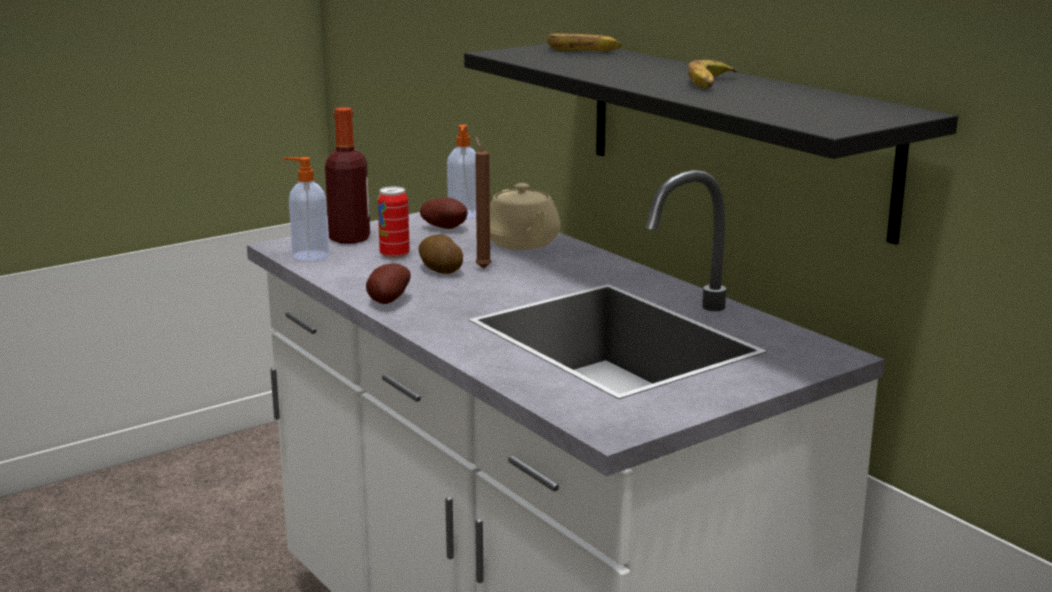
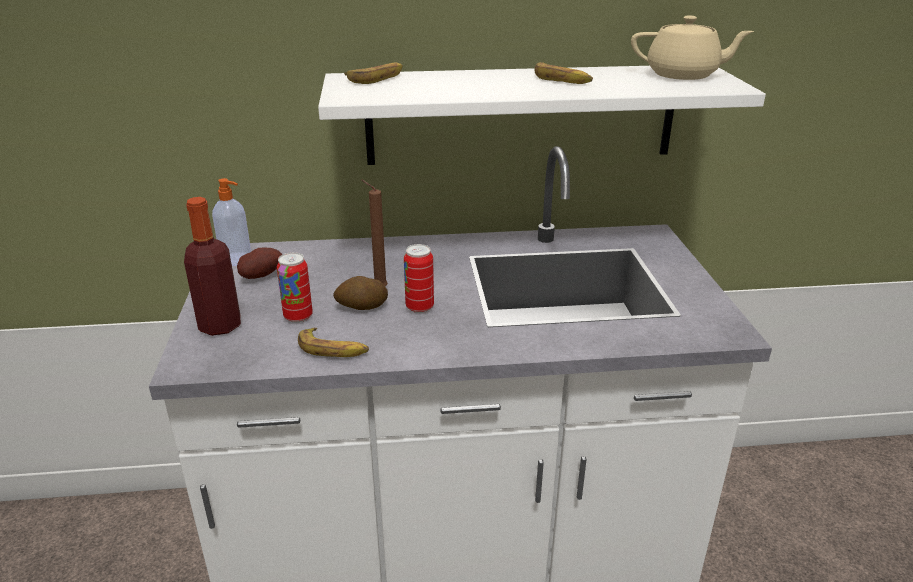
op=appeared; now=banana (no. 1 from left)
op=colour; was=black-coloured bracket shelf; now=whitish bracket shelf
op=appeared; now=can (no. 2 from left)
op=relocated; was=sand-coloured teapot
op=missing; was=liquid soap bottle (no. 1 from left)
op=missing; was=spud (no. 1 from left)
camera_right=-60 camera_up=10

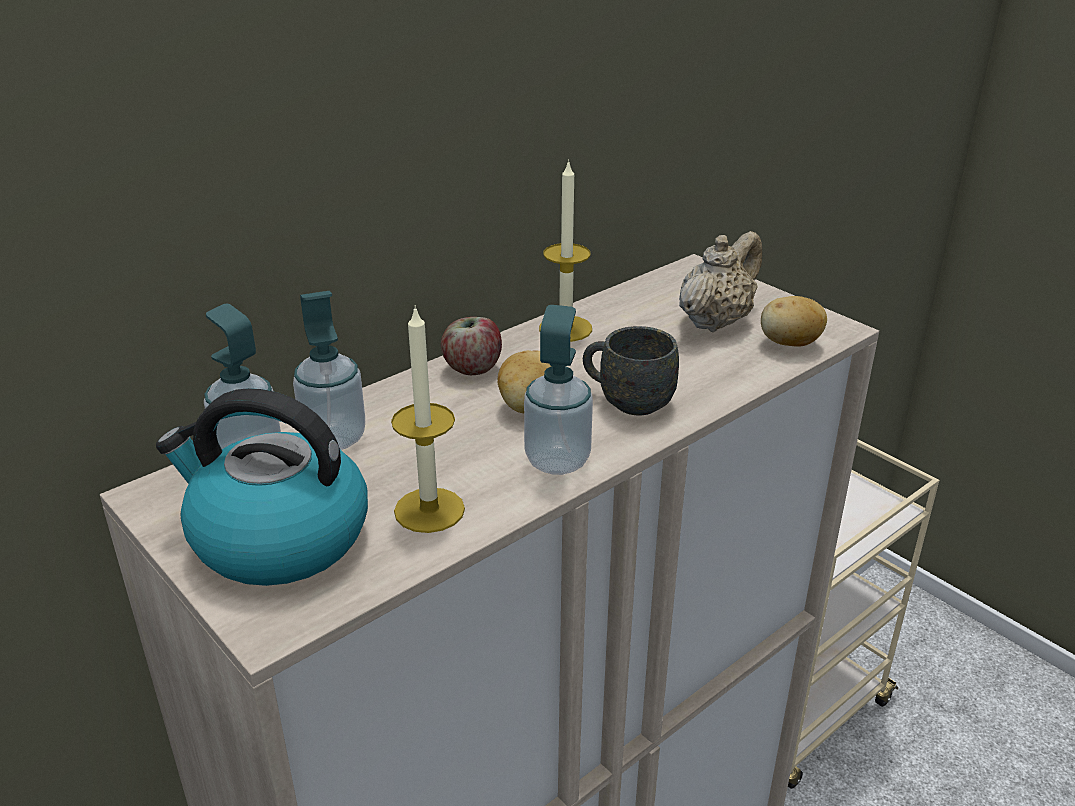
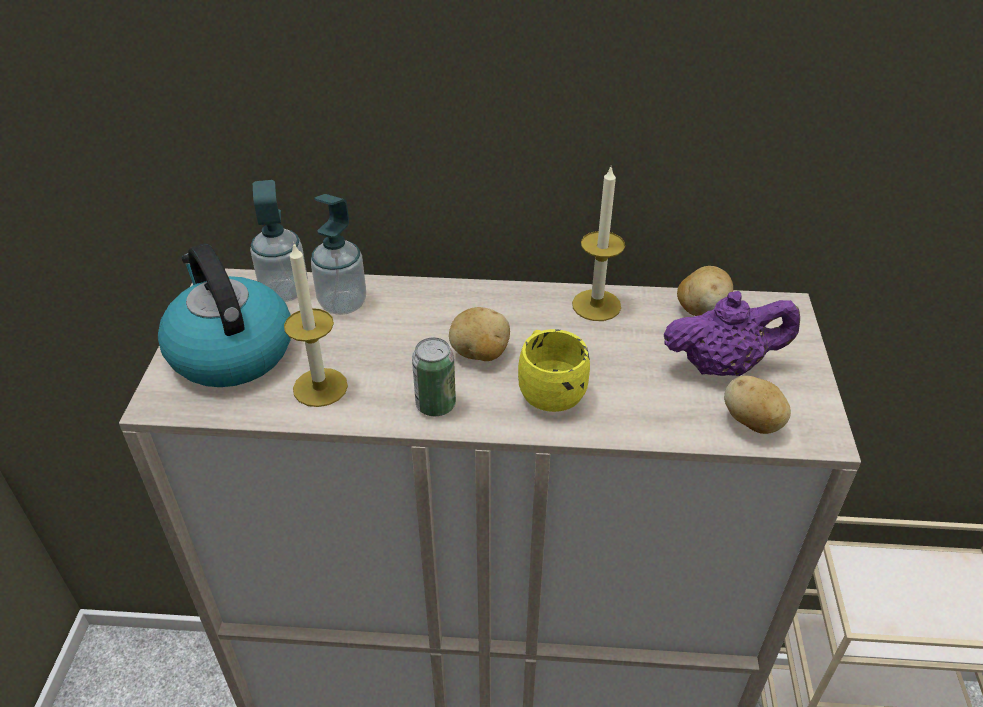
op=exchanged; was=liquid soap bottle (no. 3 from left); now=can
op=colour; was=gray tea mug; now=yellowish tea mug
op=colour; was=sand-coloured teapot; now=purple teapot
op=appeared; now=spud (no. 2 from left)
op=missing; was=apple
camera_right=45 camera_up=10

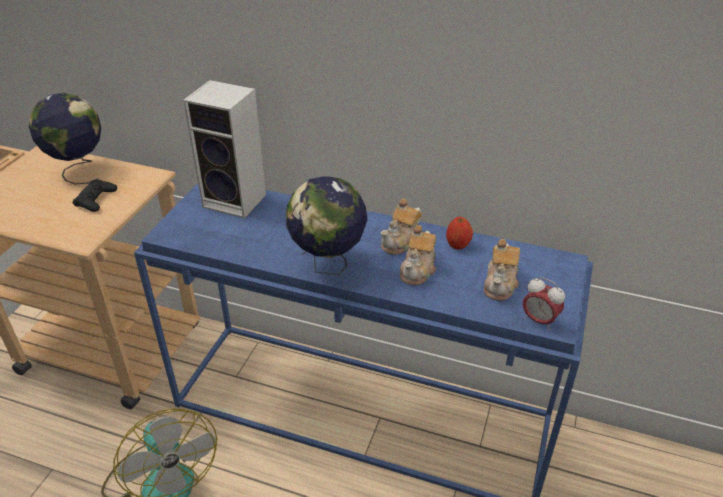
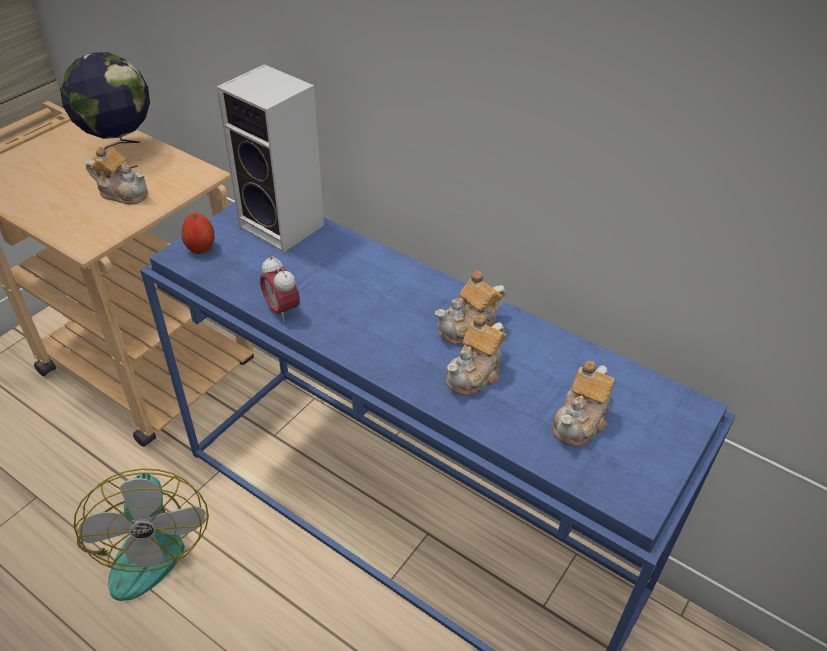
op=exchanged; was=black-coloured joypad; now=teapot (no. 1 from left)
op=relocated; was=apple
op=relocated; was=alarm clock
op=missing; was=desk globe (no. 2 from left)
camera_right=15 camera_up=5

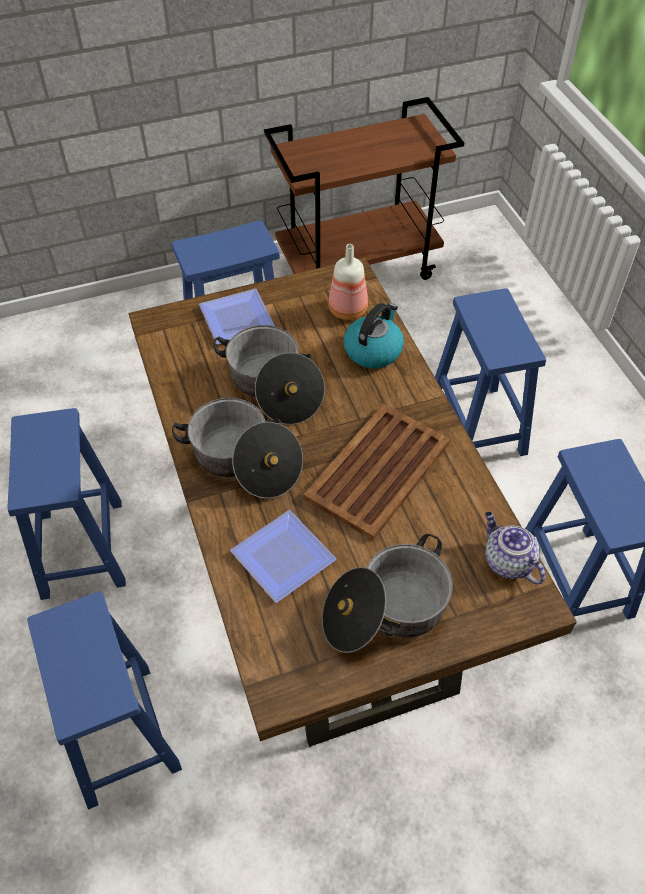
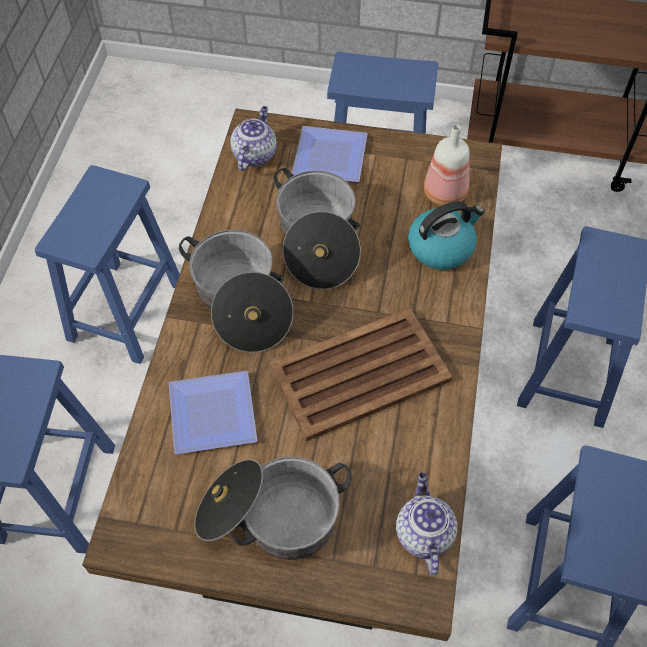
op=appeared; now=teapot (no. 1 from left)
camera_right=30 camera_up=5

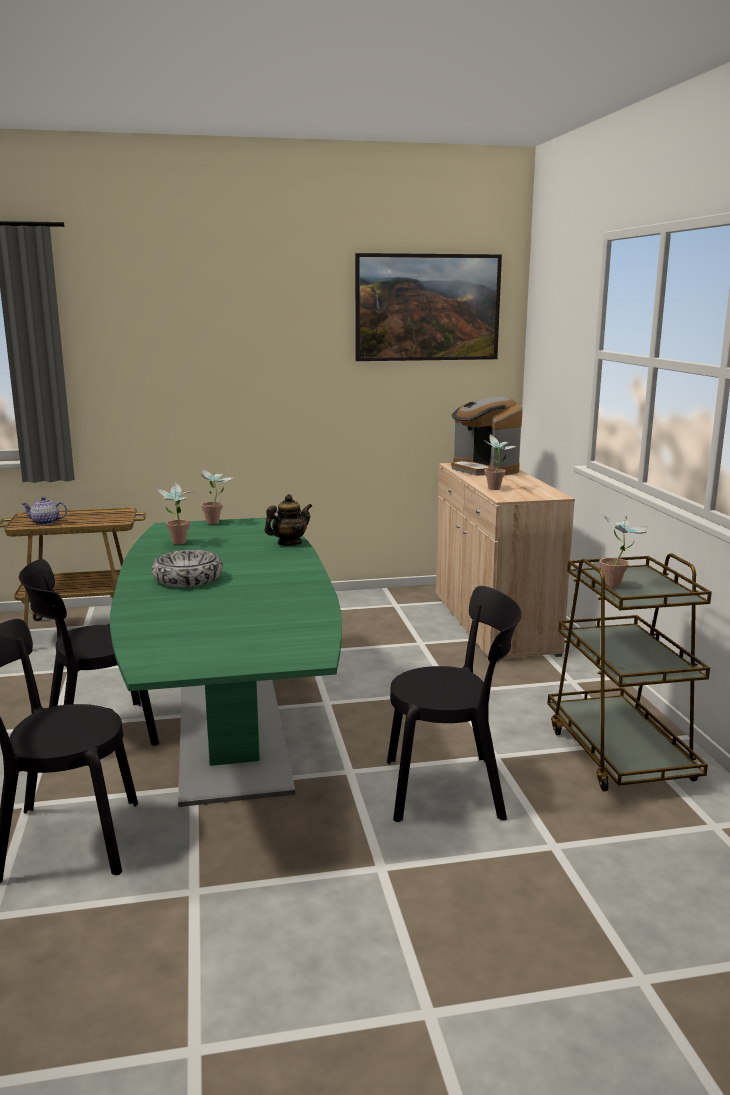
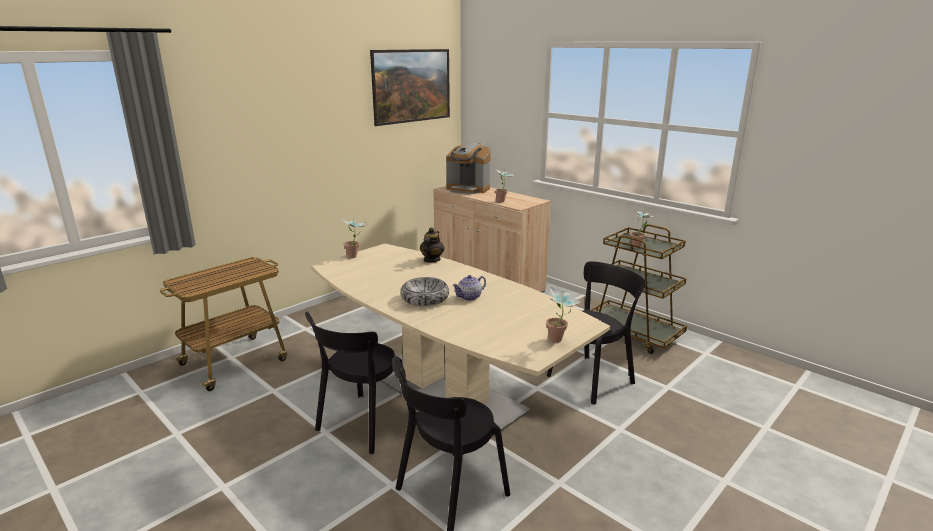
op=colour; was=green kitchen table; now=sand-coloured kitchen table
op=relocated; was=teapot (no. 1 from left in the first image); now=teapot (no. 2 from left)
op=relocated; was=potted plant (no. 1 from left in the first image); now=potted plant (no. 3 from left)
camera_right=-35 camera_up=5

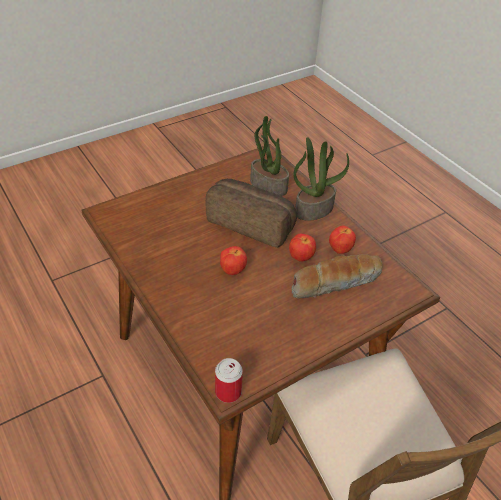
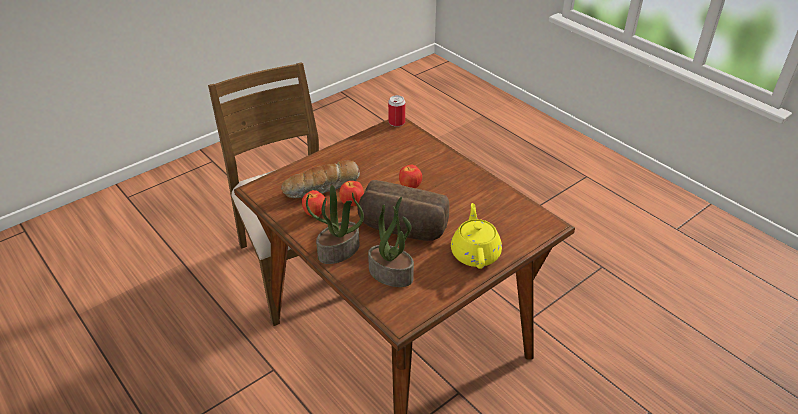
op=appeared; now=yellowish teapot
camera_right=175 camera_up=-5

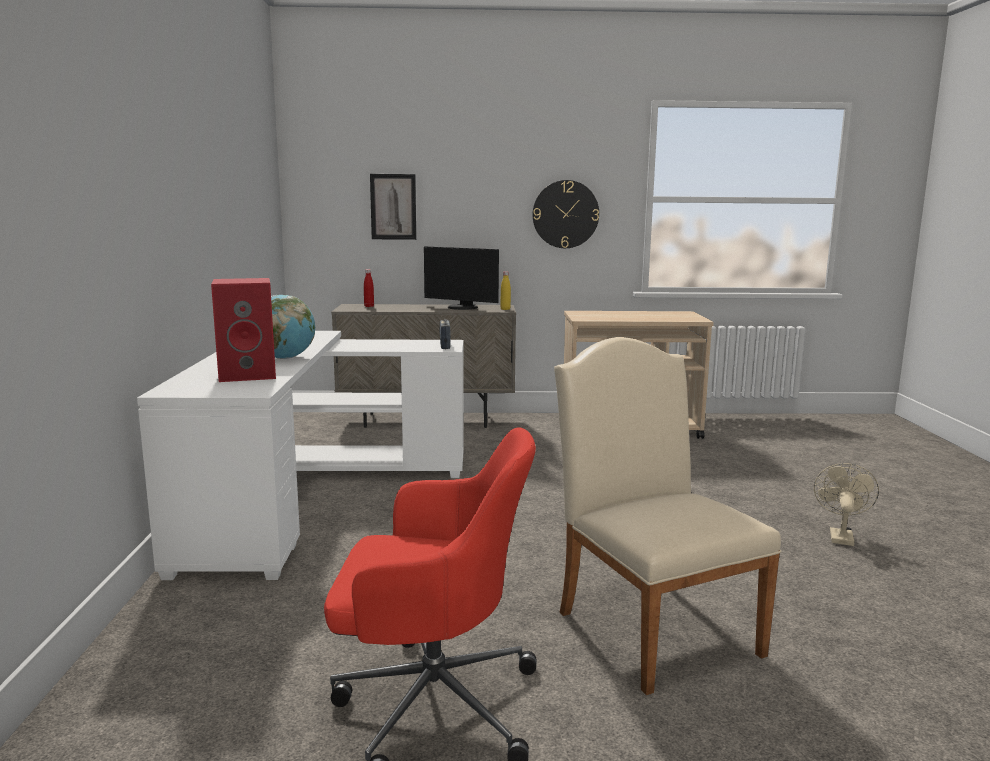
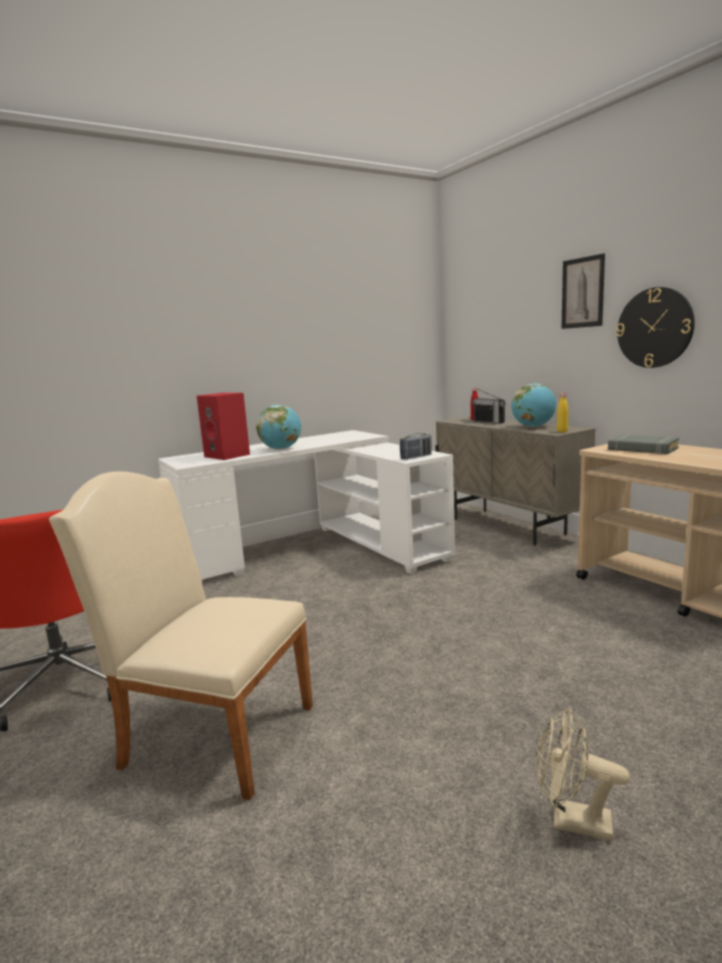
op=spun; was=sand-coloured plain chair; clockwise=-105
op=appeared; now=radio receiver (no. 2 from left)
op=exchanged; was=computer screen; now=desk globe (no. 2 from left)
op=spun; was=sand-coloured electric fan; clockwise=-150
op=relocated; was=wall art
op=appeared; now=gray bound book
camera_right=60 camera_up=0

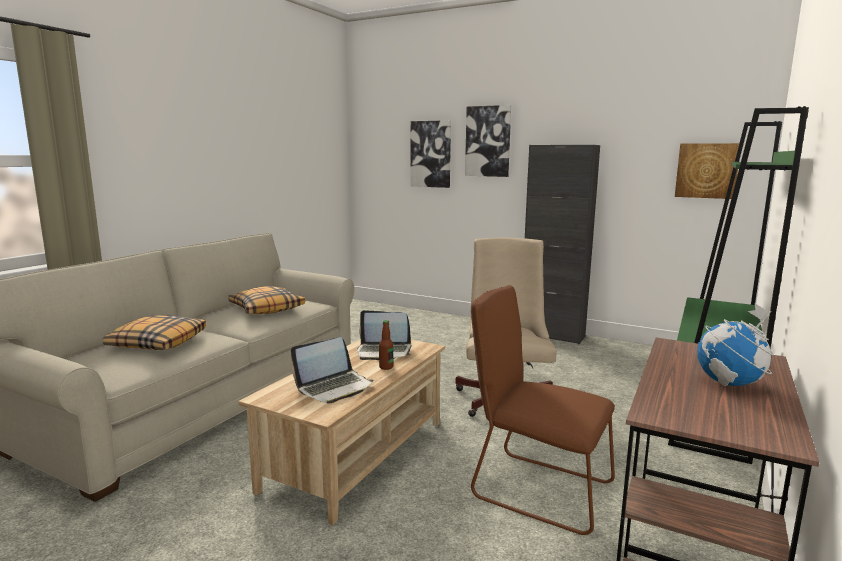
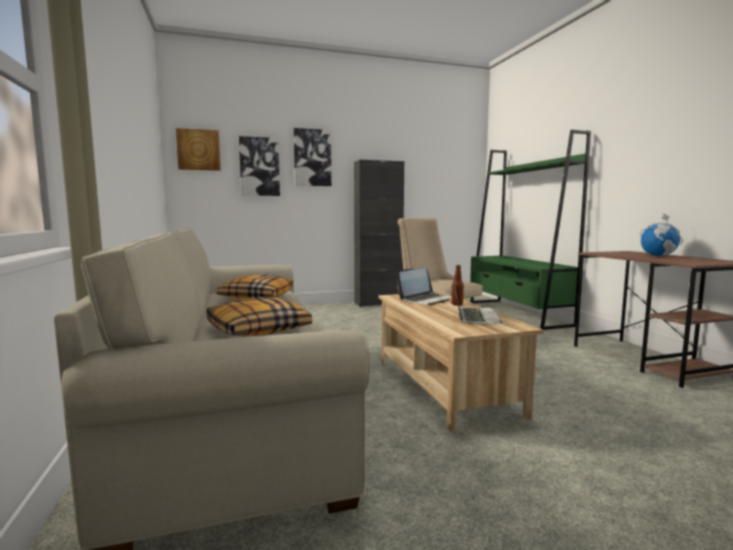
op=relocated; was=wall art (no. 3 from left in the first image); now=wall art (no. 1 from left)
op=missing; was=brown-coloured plain chair
camera_right=-45 camera_up=-5

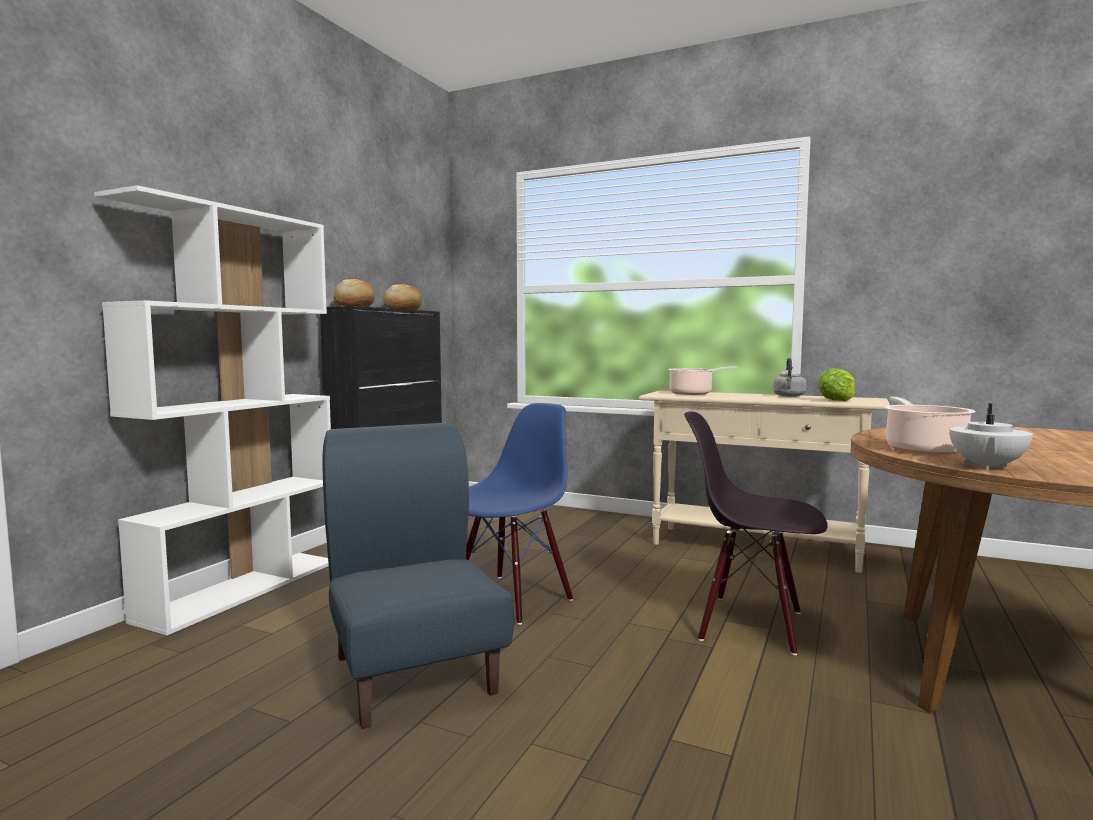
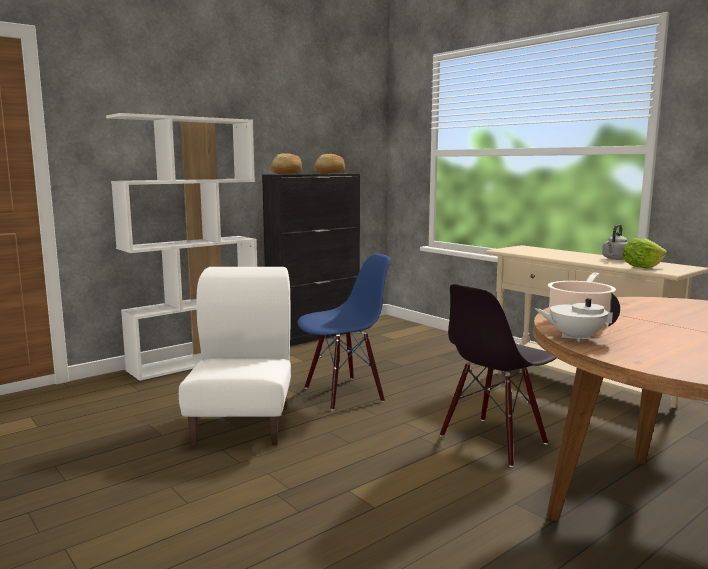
op=colour; was=blue-coloured plain chair (no. 1 from left); now=whitish plain chair
op=spun; was=black-coloured plain chair; clockwise=-90
op=spun; was=whitish teapot; clockwise=45
op=missing; was=cooking pot (no. 1 from left)
camera_right=25 camera_up=5

